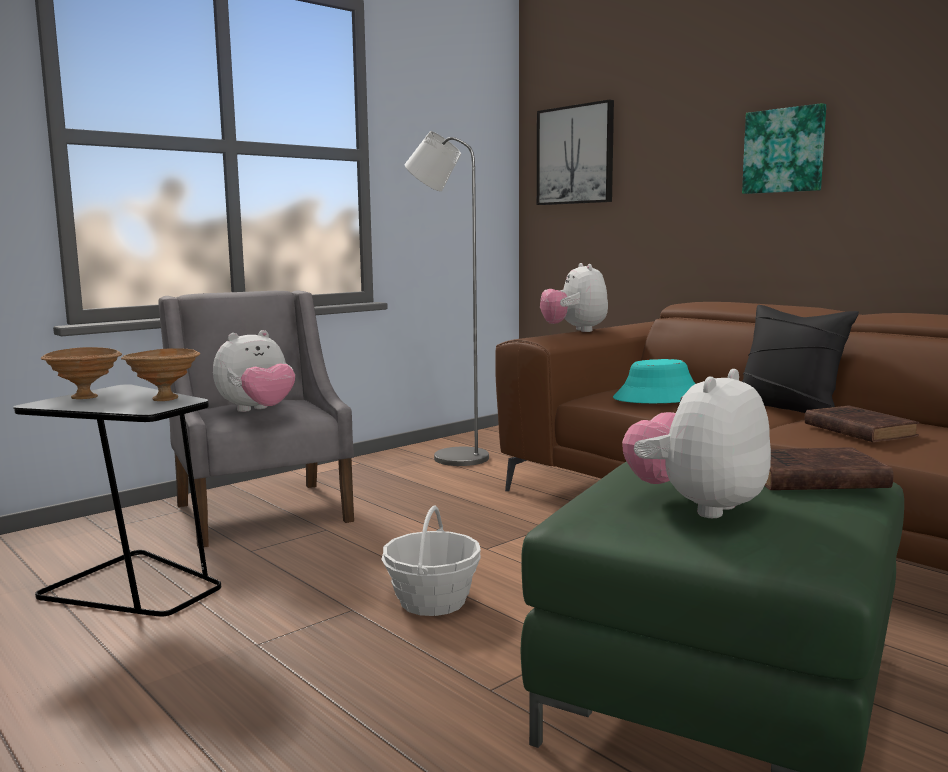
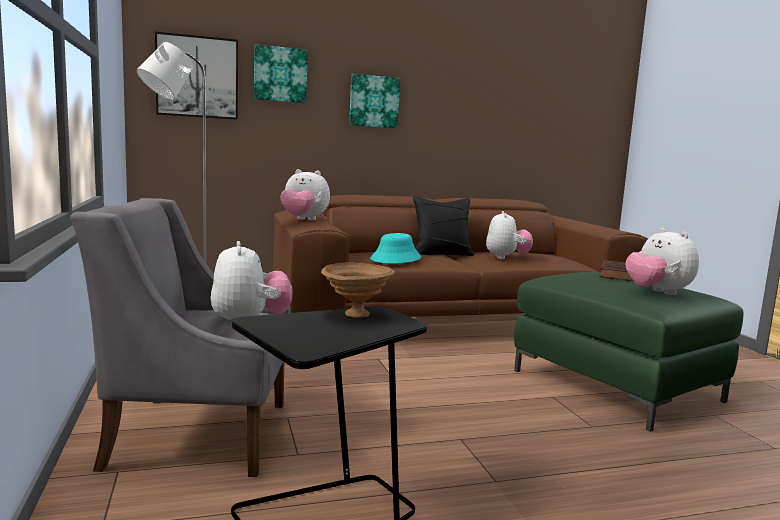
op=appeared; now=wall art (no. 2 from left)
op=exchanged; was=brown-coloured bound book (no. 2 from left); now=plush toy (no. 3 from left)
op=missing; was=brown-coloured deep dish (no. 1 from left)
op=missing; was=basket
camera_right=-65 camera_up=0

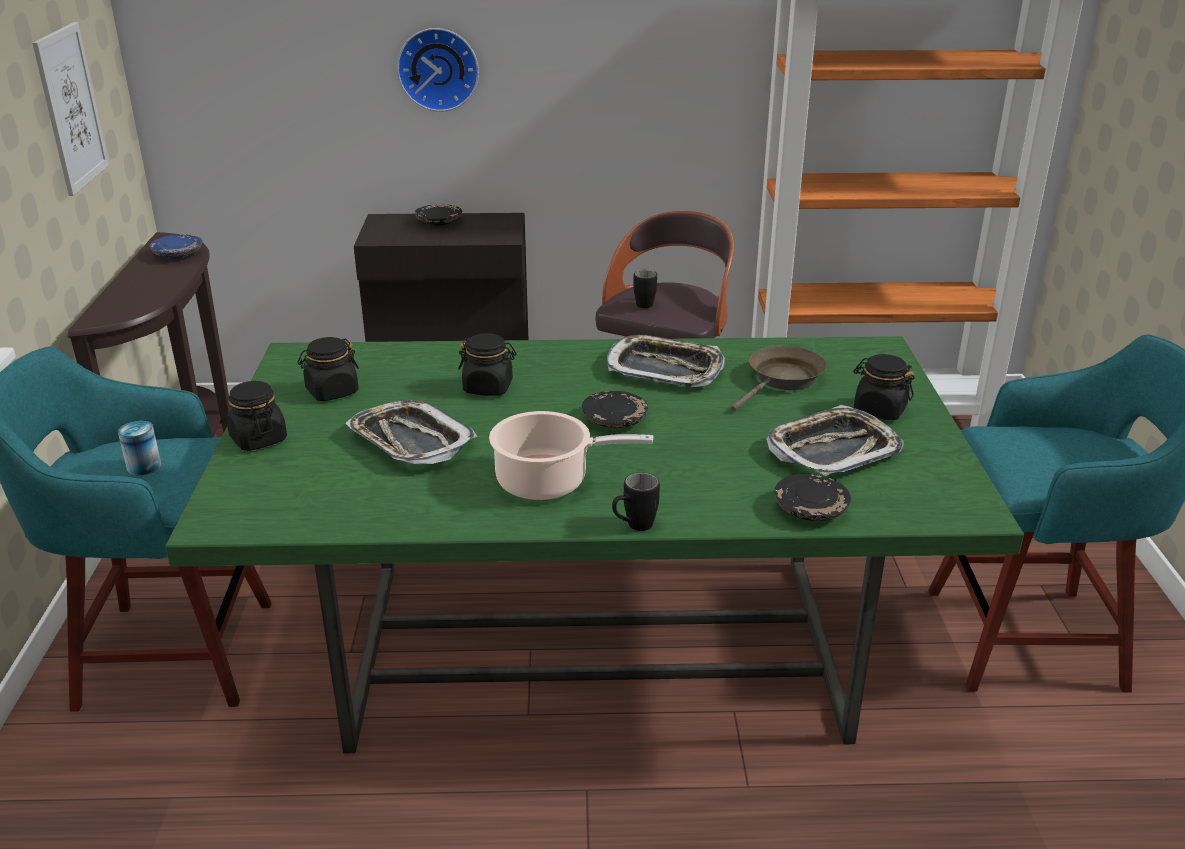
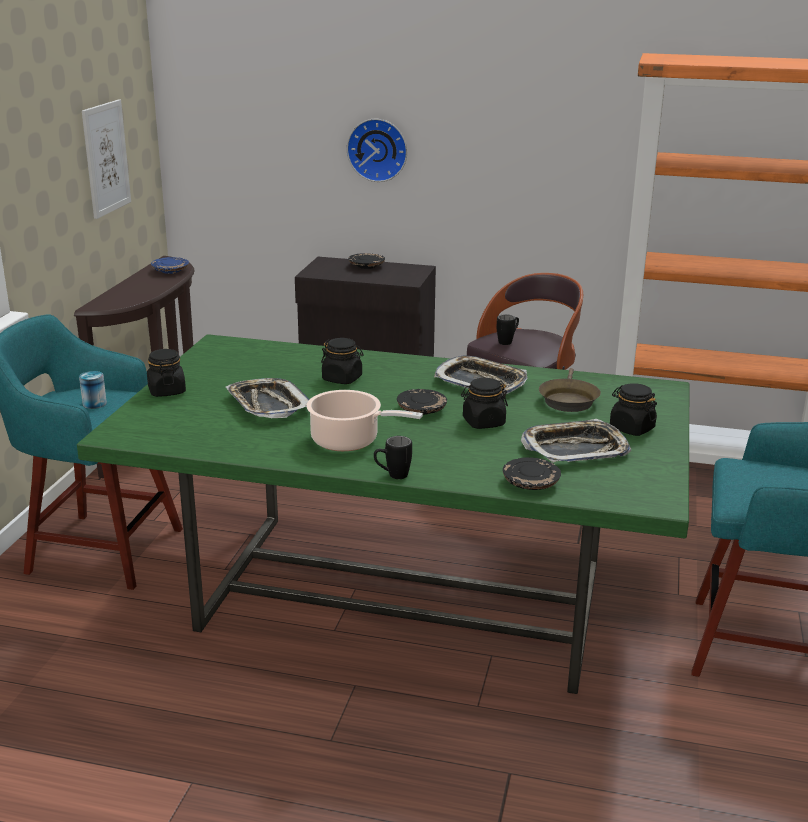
op=relocated; was=black-coloured preserve jar (no. 2 from left in the first image); now=black-coloured preserve jar (no. 3 from left)
op=spun; was=brown-coloured pan; clockwise=135
camera_right=15 camera_up=-5

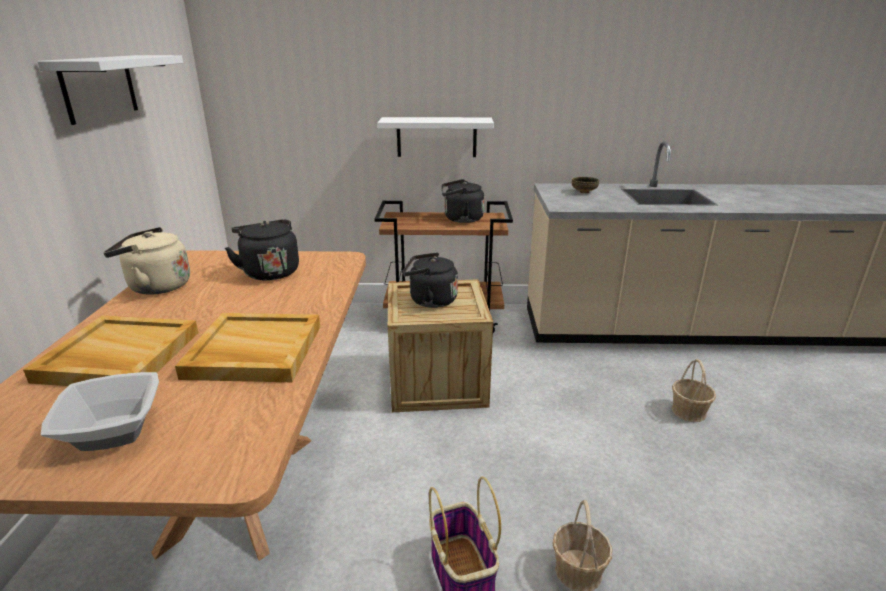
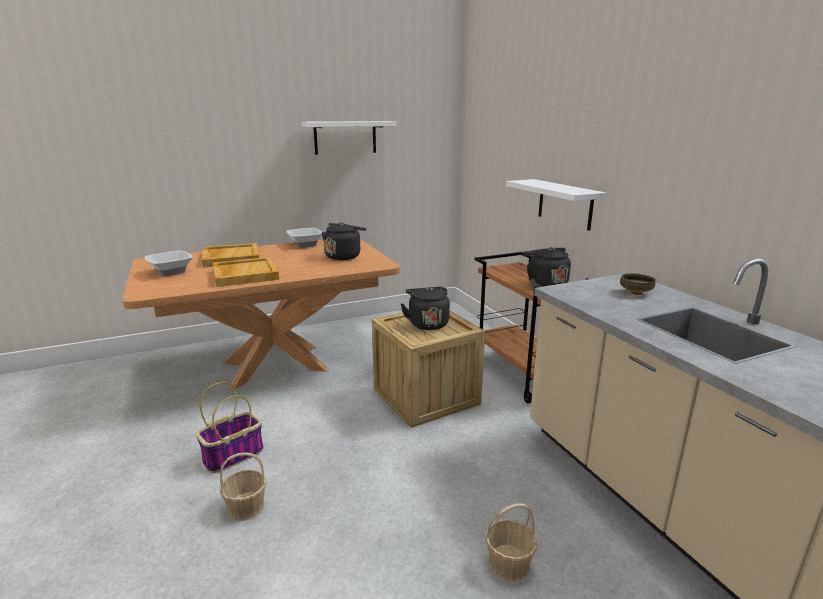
op=exchanged; was=sand-coloured tea kettle; now=deep dish (no. 2 from left)
camera_right=65 camera_up=-5

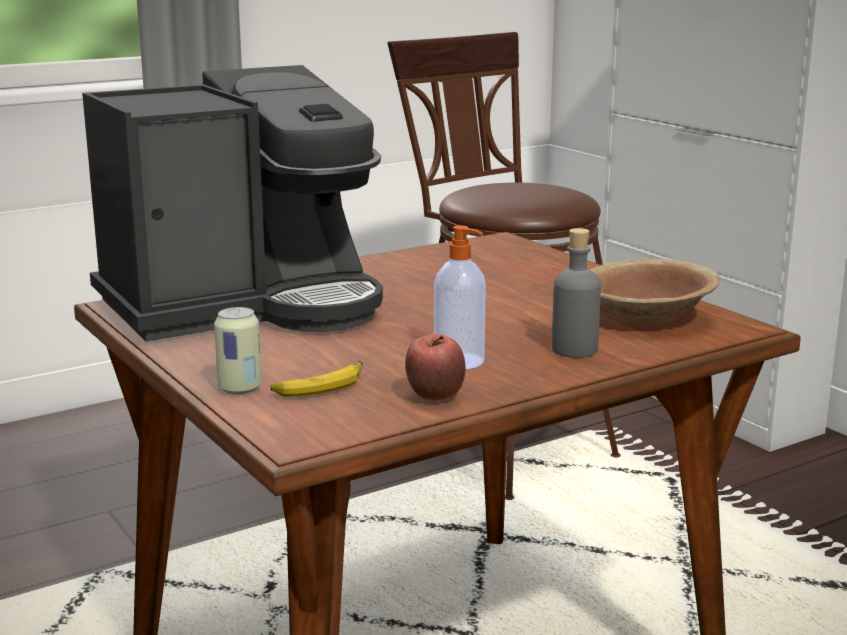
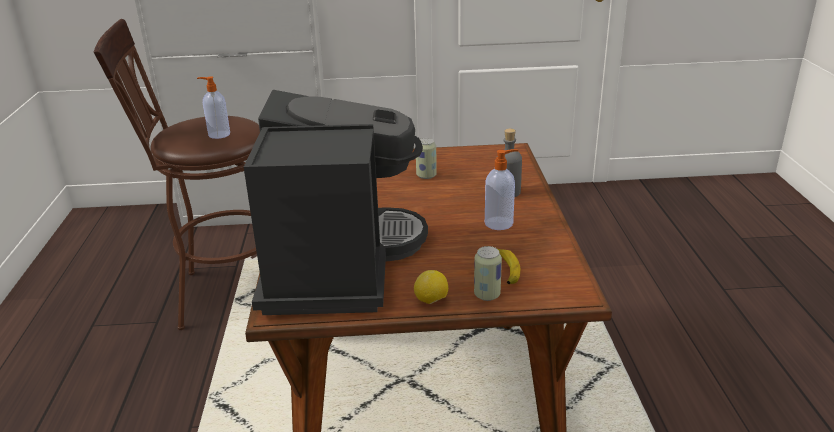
op=appeared; now=liquid soap bottle (no. 1 from left)
op=appeared; now=citrus fruit
op=appeared; now=can (no. 1 from left)
op=missing; was=apple
op=missing; was=brown-coloured deep dish
camera_right=-60 camera_up=10

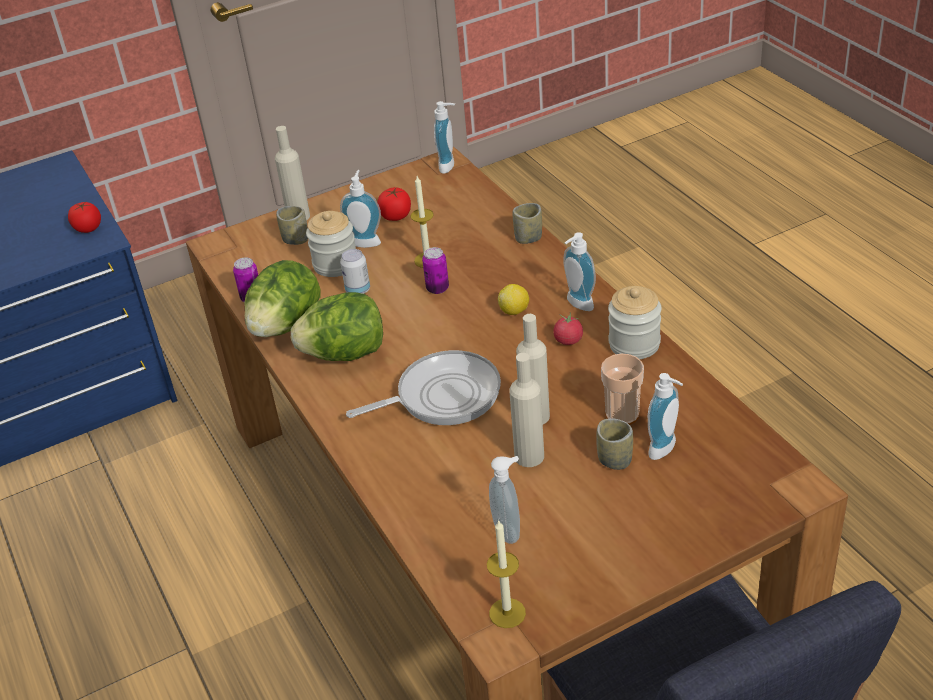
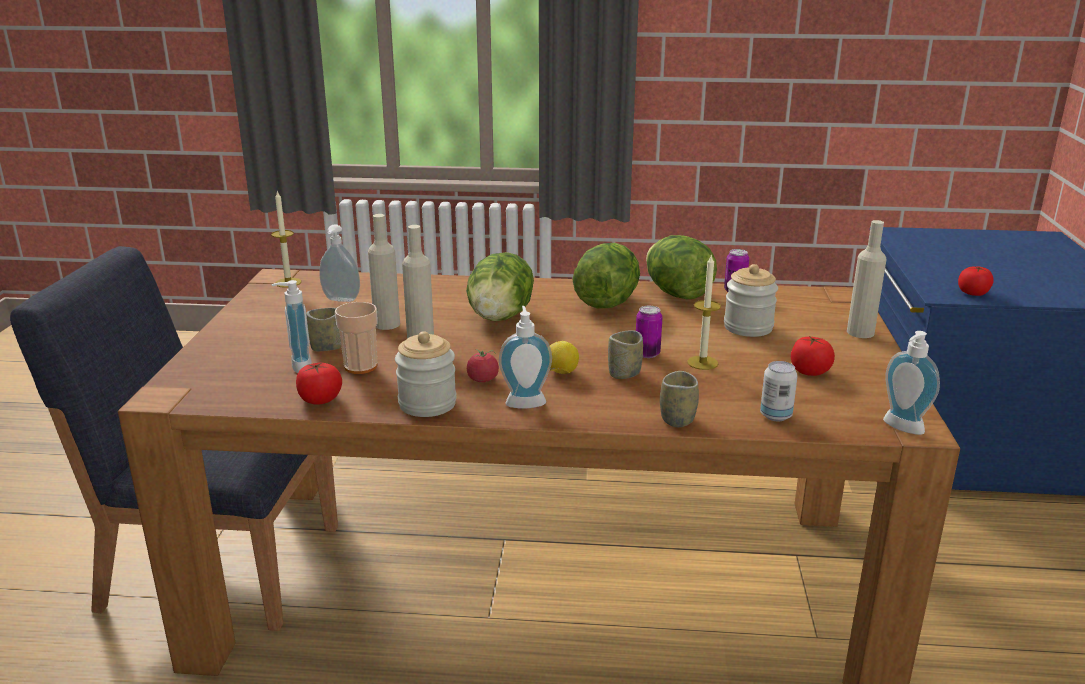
op=appeared; now=fresh tomato (no. 1 from left)
op=exchanged; was=pan; now=lettuce (no. 1 from left)
op=relocated; was=cup (no. 1 from left in the first image); now=cup (no. 3 from left)
op=relocated; was=can (no. 2 from left in the first image); now=can (no. 3 from left)
op=missing; was=liquid soap bottle (no. 1 from left)
camera_right=120 camera_up=-15

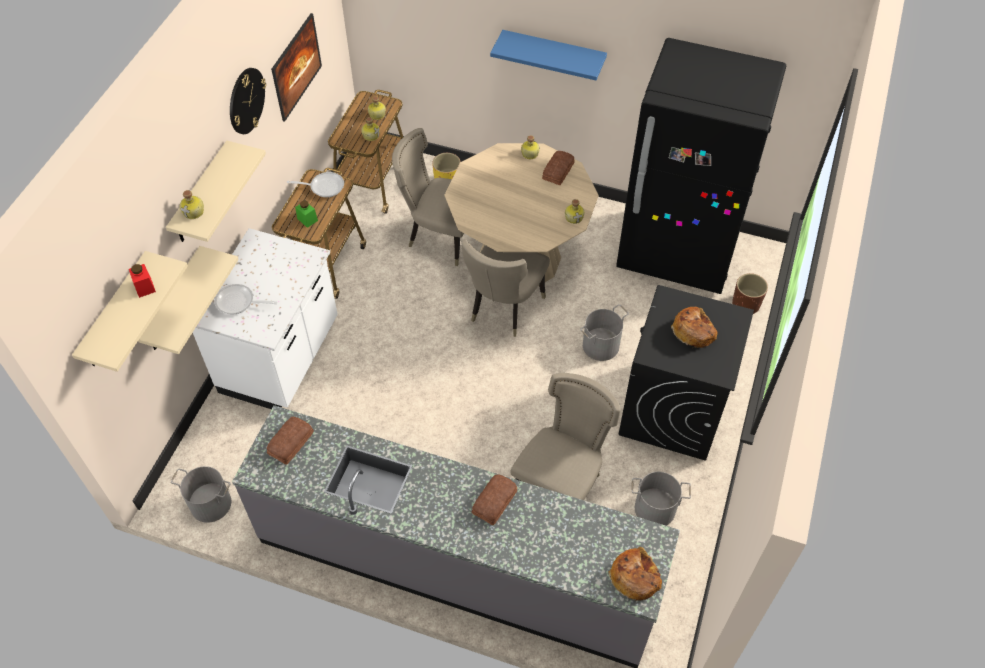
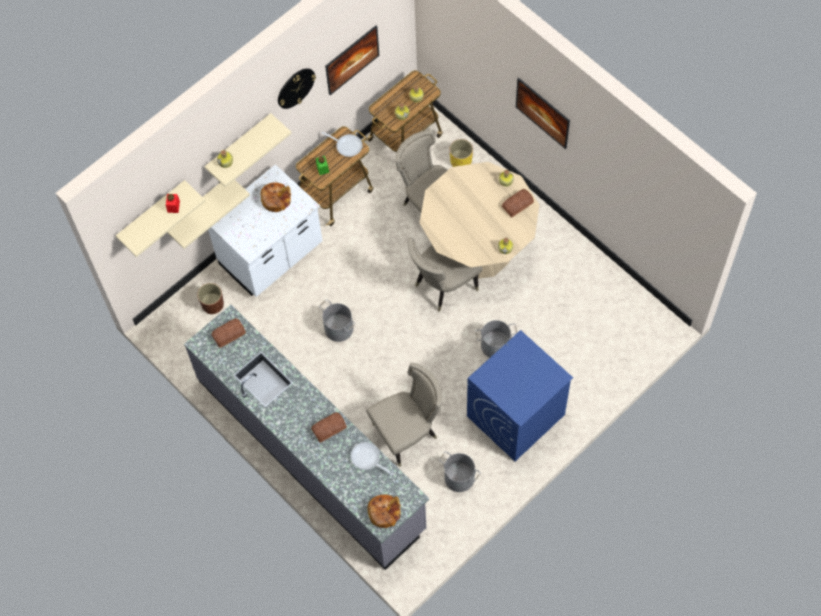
op=relocated; was=brown-coloured flower pot
op=relocated; was=bakery bread (no. 5 from left in the first image); now=bakery bread (no. 2 from left)
op=relocated; was=gray bucket (no. 1 from left)
op=relocated; was=pan (no. 1 from left in the first image); now=pan (no. 2 from left)
op=colour; was=black-coloured laundry appliance; now=blue-coloured laundry appliance
op=exchanged; was=blue-coloured bracket shelf; now=wall art (no. 2 from left)
op=missing; was=black-coloured refrigerator
camera_right=30 camera_up=10

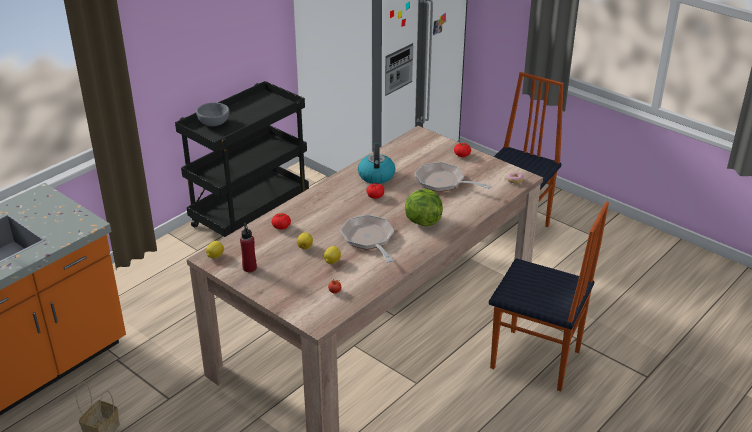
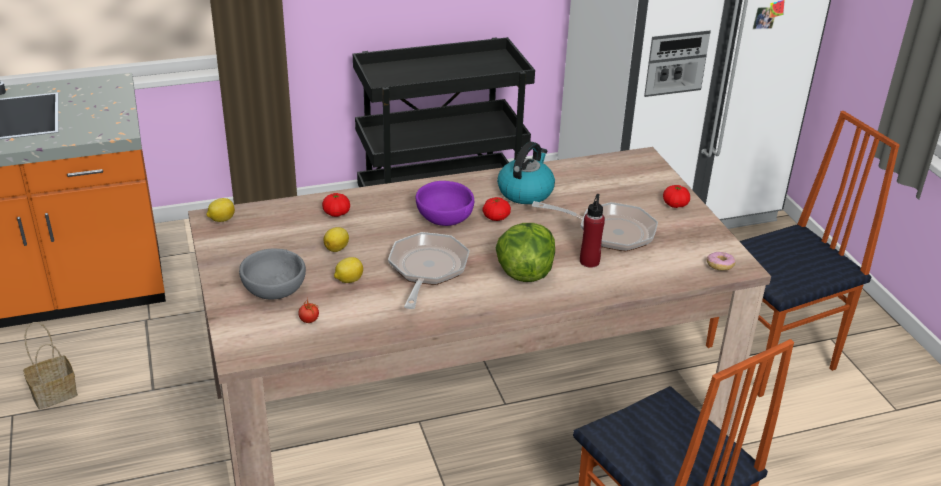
op=relocated; was=gray deep dish
op=appeared; now=purple deep dish
op=spun; was=pan (no. 2 from left); clockwise=135
op=relocated; was=red bottle
camera_right=30 camera_up=0

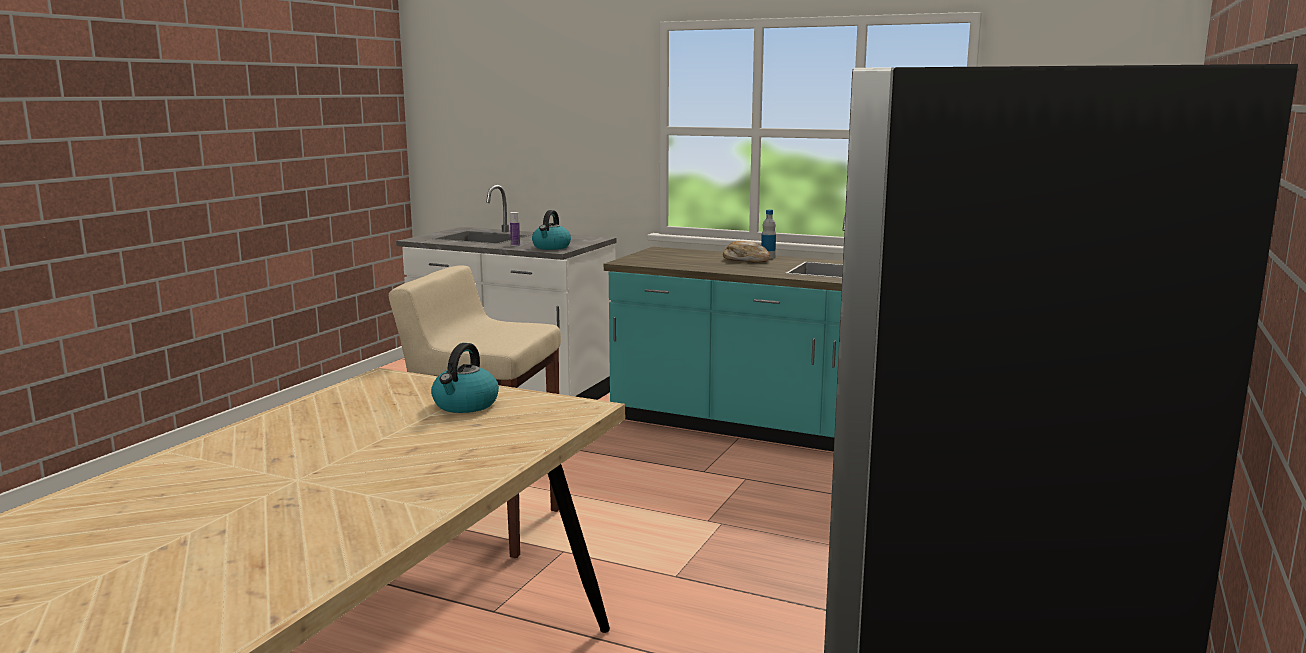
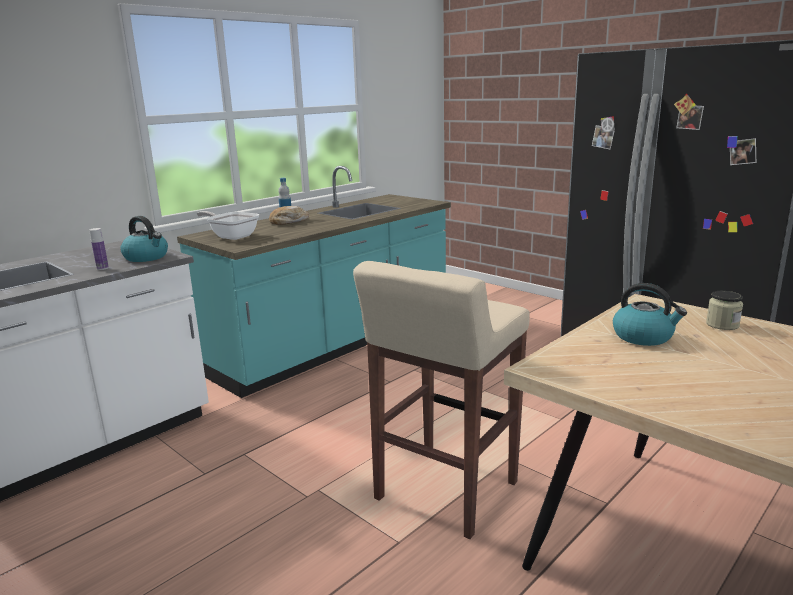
op=appeared; now=pan
op=appeared; now=preserve jar
camera_right=-70 camera_up=5

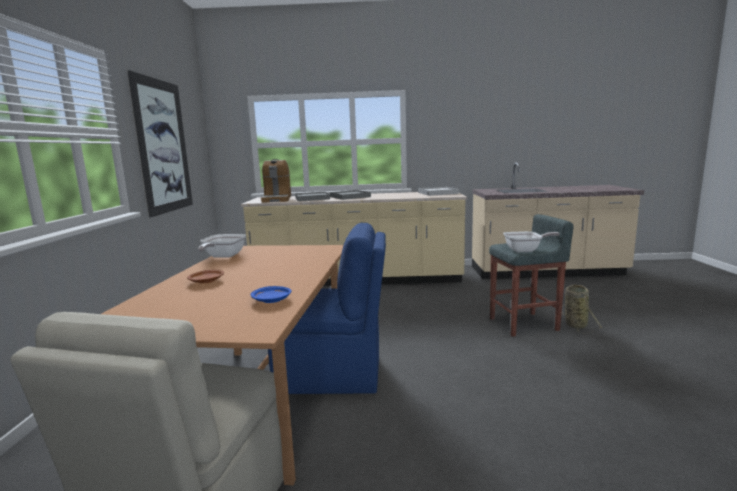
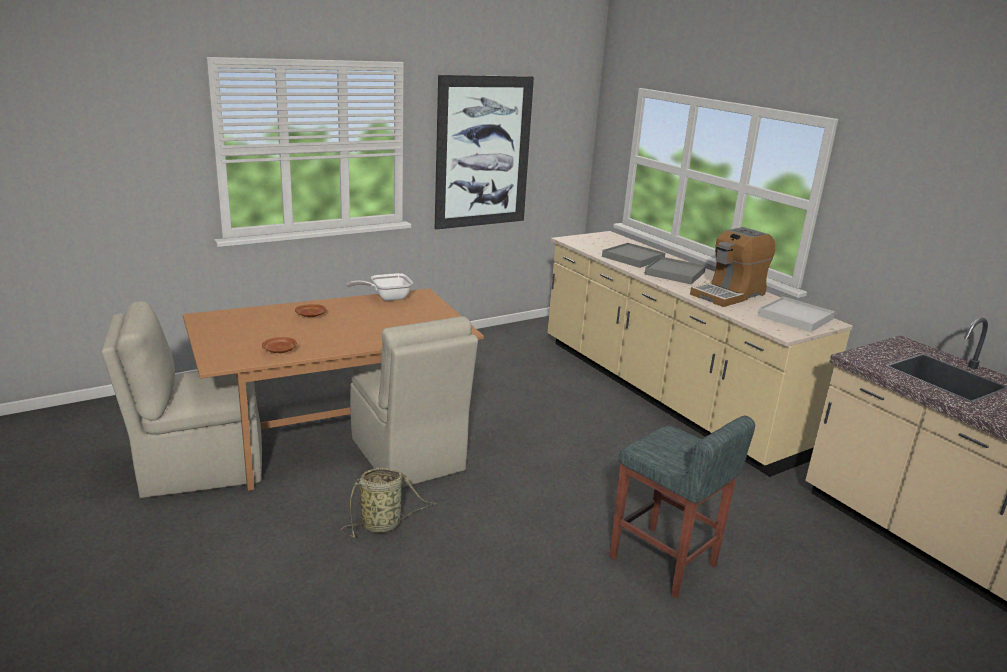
op=colour; was=blue-coloured plate; now=brown-coloured plate (no. 1 from left)
op=relocated; was=basket
op=colour; was=blue-coloured plain chair; now=sand-coloured plain chair (no. 2 from left)
op=relocated; was=coffee machine
op=missing; was=pan (no. 2 from left)
camera_right=55 camera_up=10

